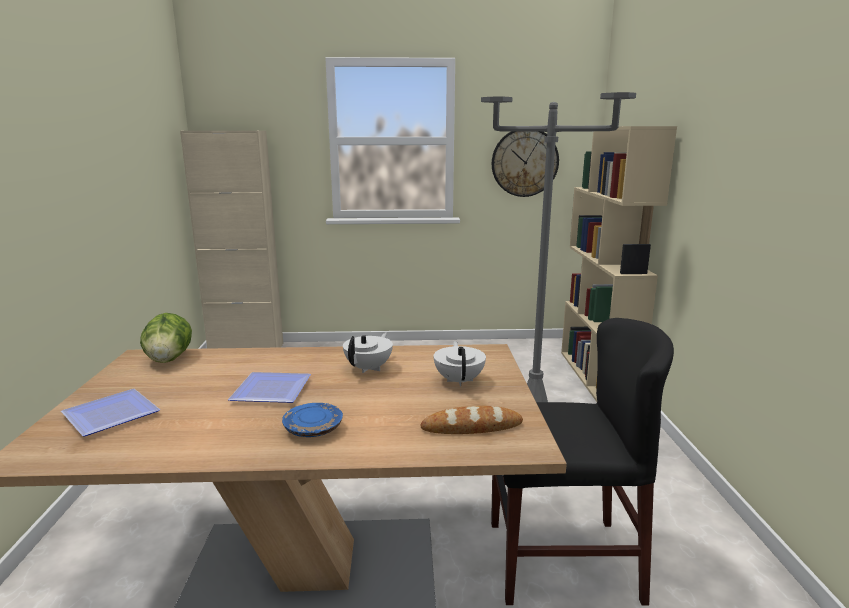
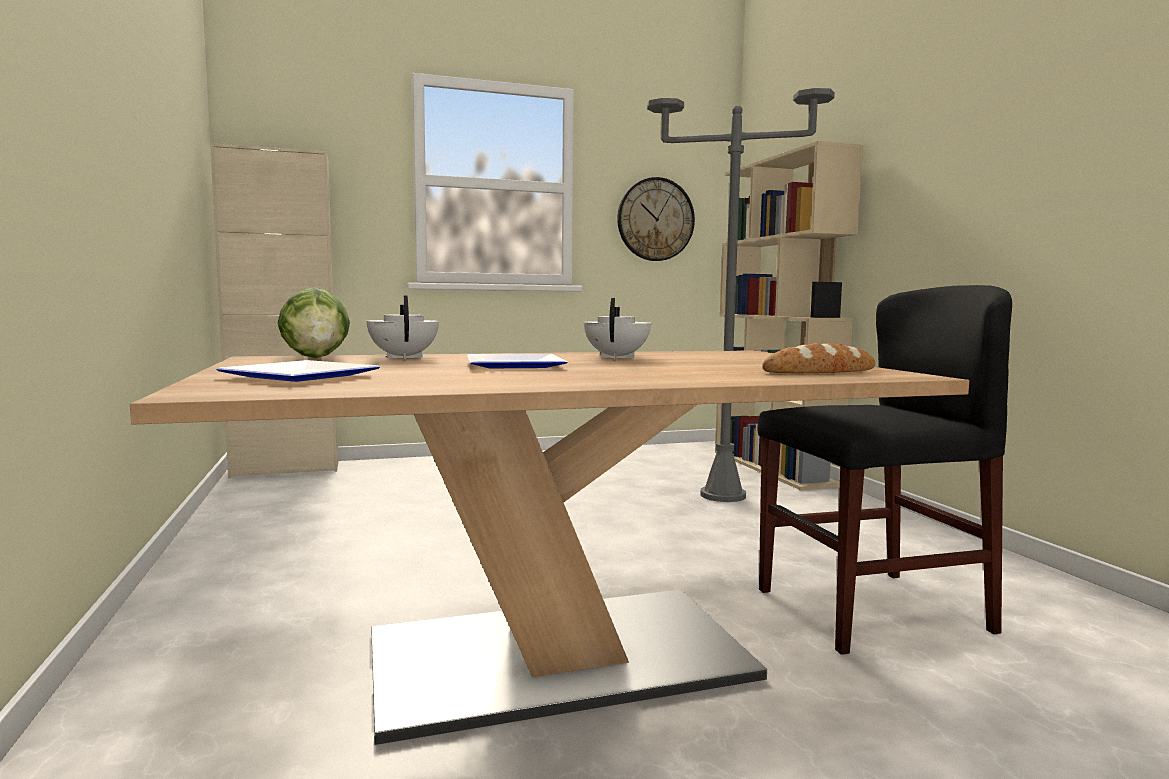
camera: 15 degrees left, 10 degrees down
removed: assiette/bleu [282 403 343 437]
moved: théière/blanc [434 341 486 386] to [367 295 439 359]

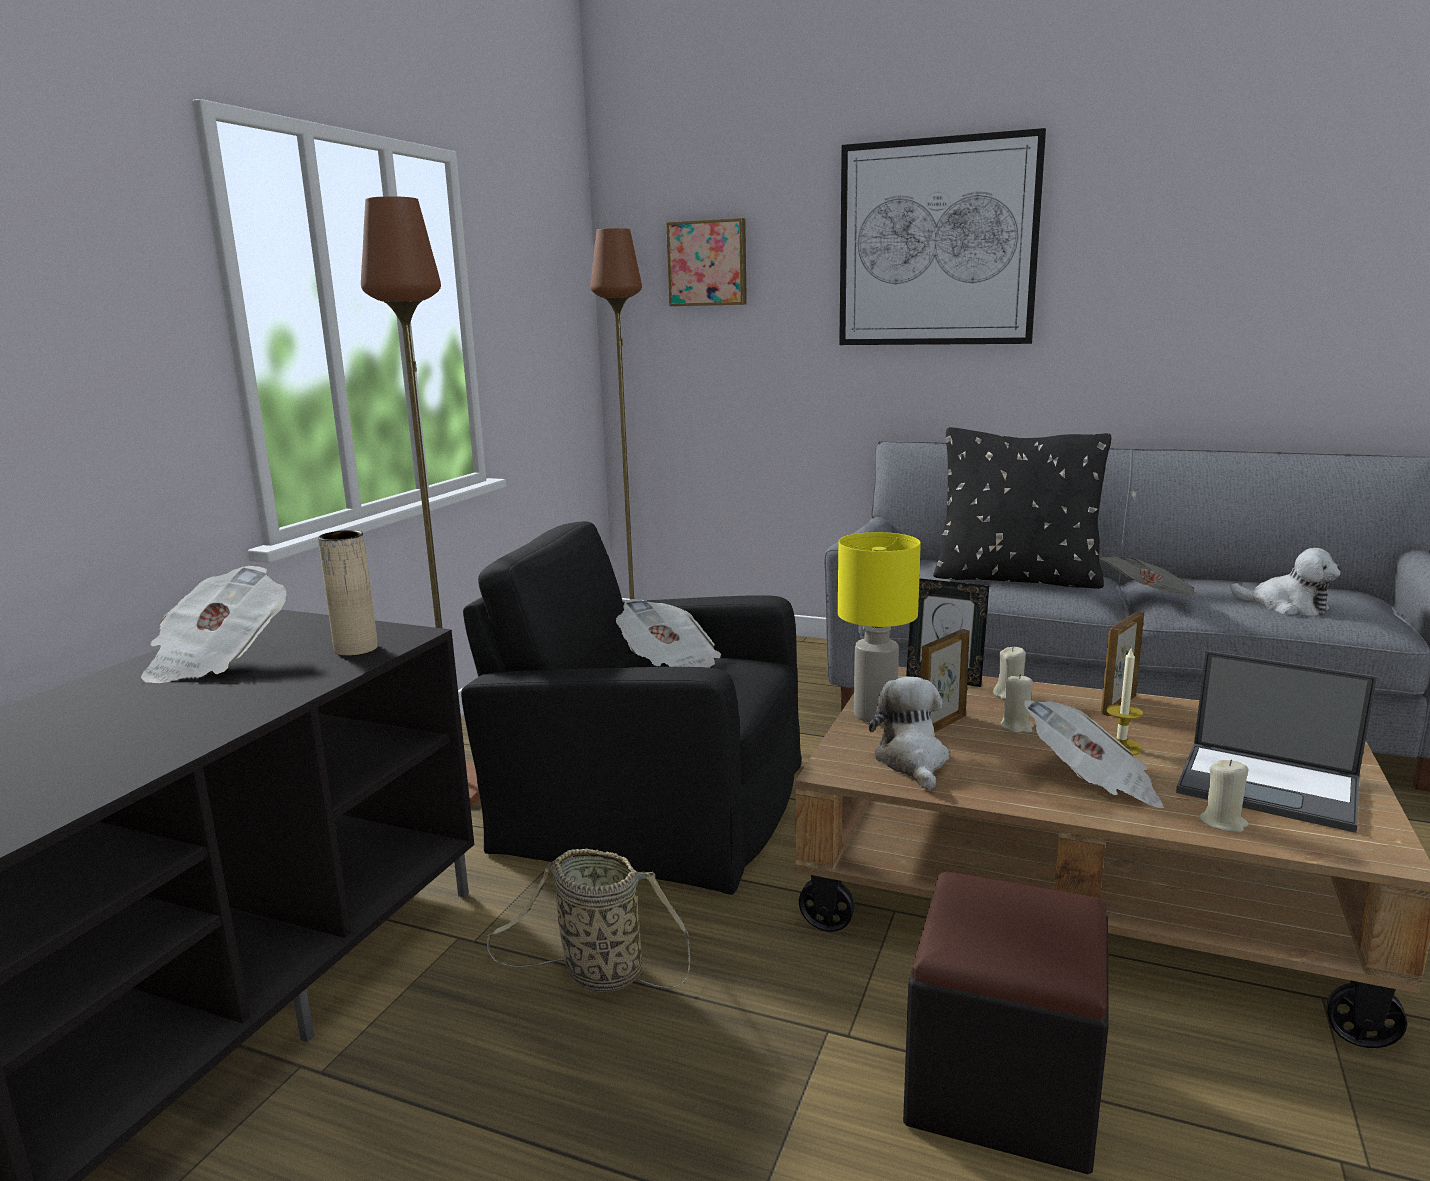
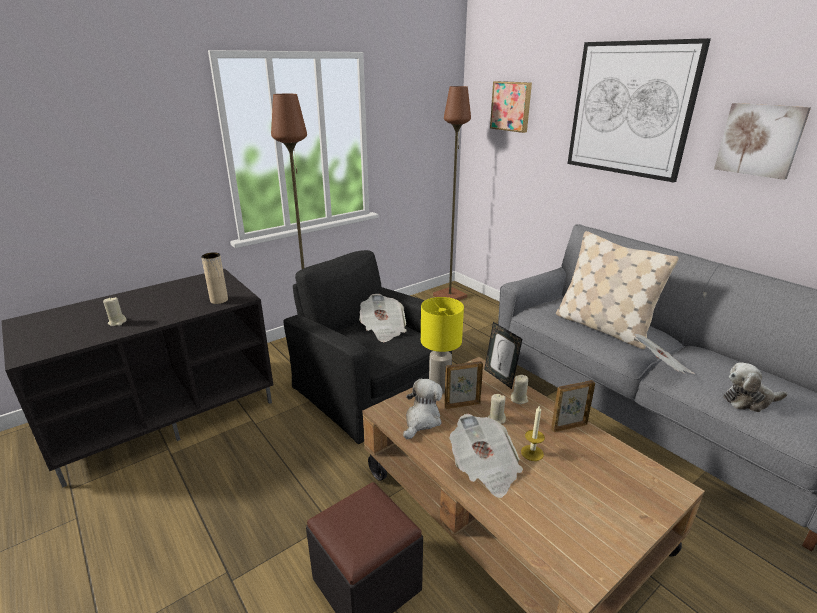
camera: 30 degrees right, 10 degrees up
removed: journal [141 566 286 683]; panier [487 848 690 992]; ordinateur portable [1176 651 1377 833]
added: tableau [714 103 811 180]
moved: bougie/beige [1199 760 1248 833] to [103 297 127 326]
recoloured: coussin/noir [933 427 1112 589] to coussin/beige [556 231 679 349]
turned: peluche [1230 548 1341 616] = [723 362 788 412] 105 degrees clockwise

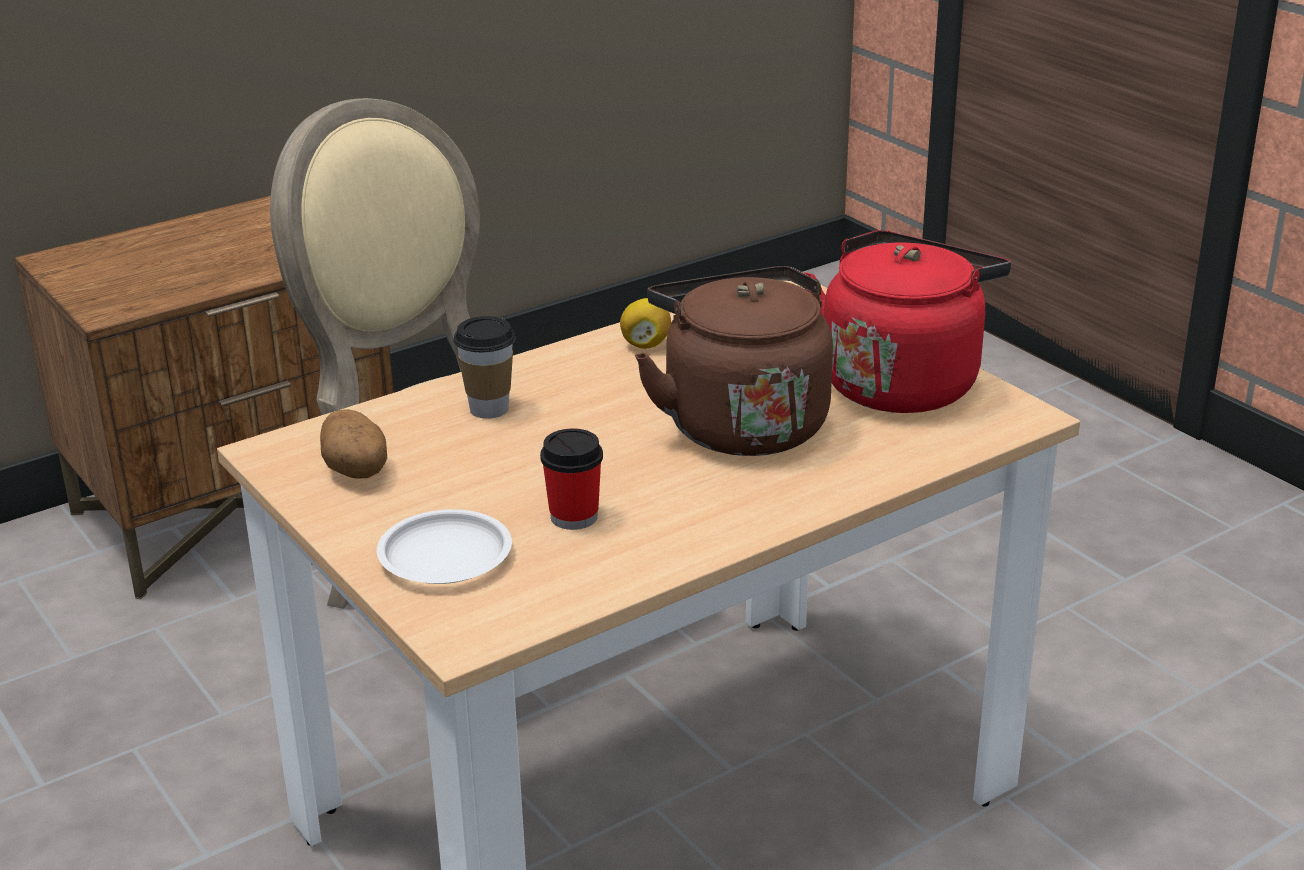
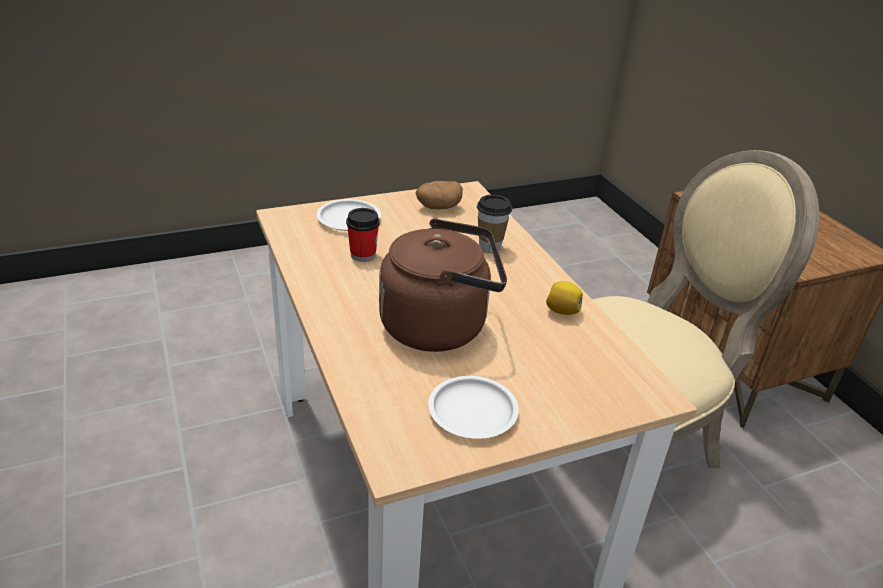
camera: 100 degrees right, 5 degrees up
replaced: bouilloire/rouge [805 230 1011 413] to assiette/blanc [428 376 519 439]

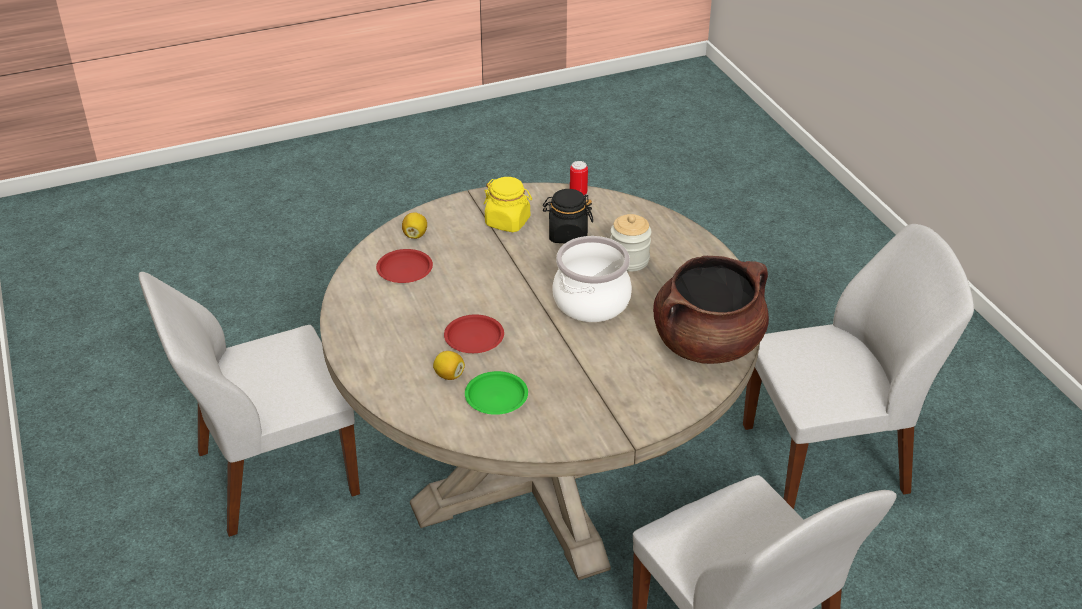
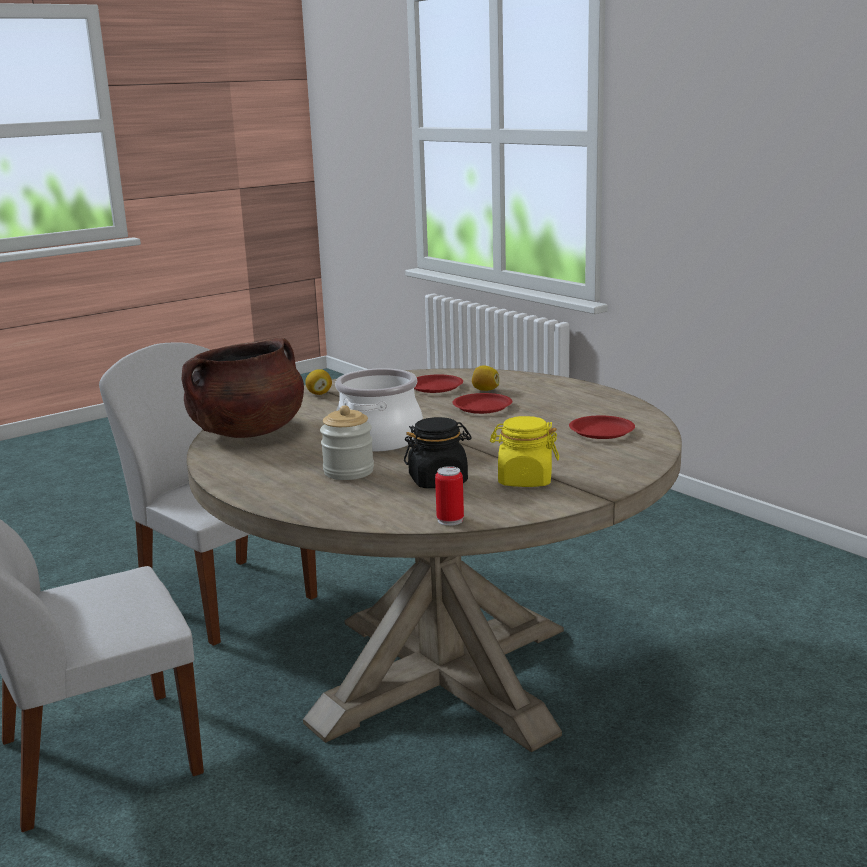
camera: 165 degrees right, 20 degrees down
removed: chaise/blanc [139 272 360 537]
moved: citron [402 212 427 239] to [305 369 332 395]
recoloured: assiette/vert [465 371 528 415] to assiette/rouge [414 374 463 393]

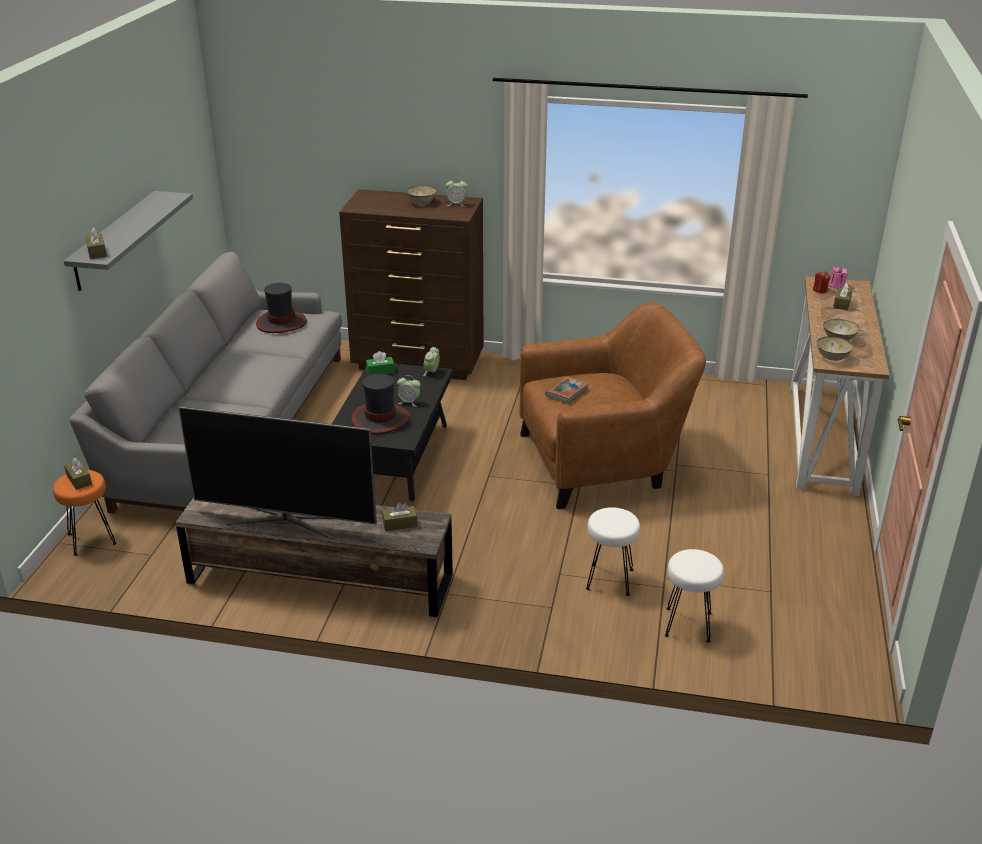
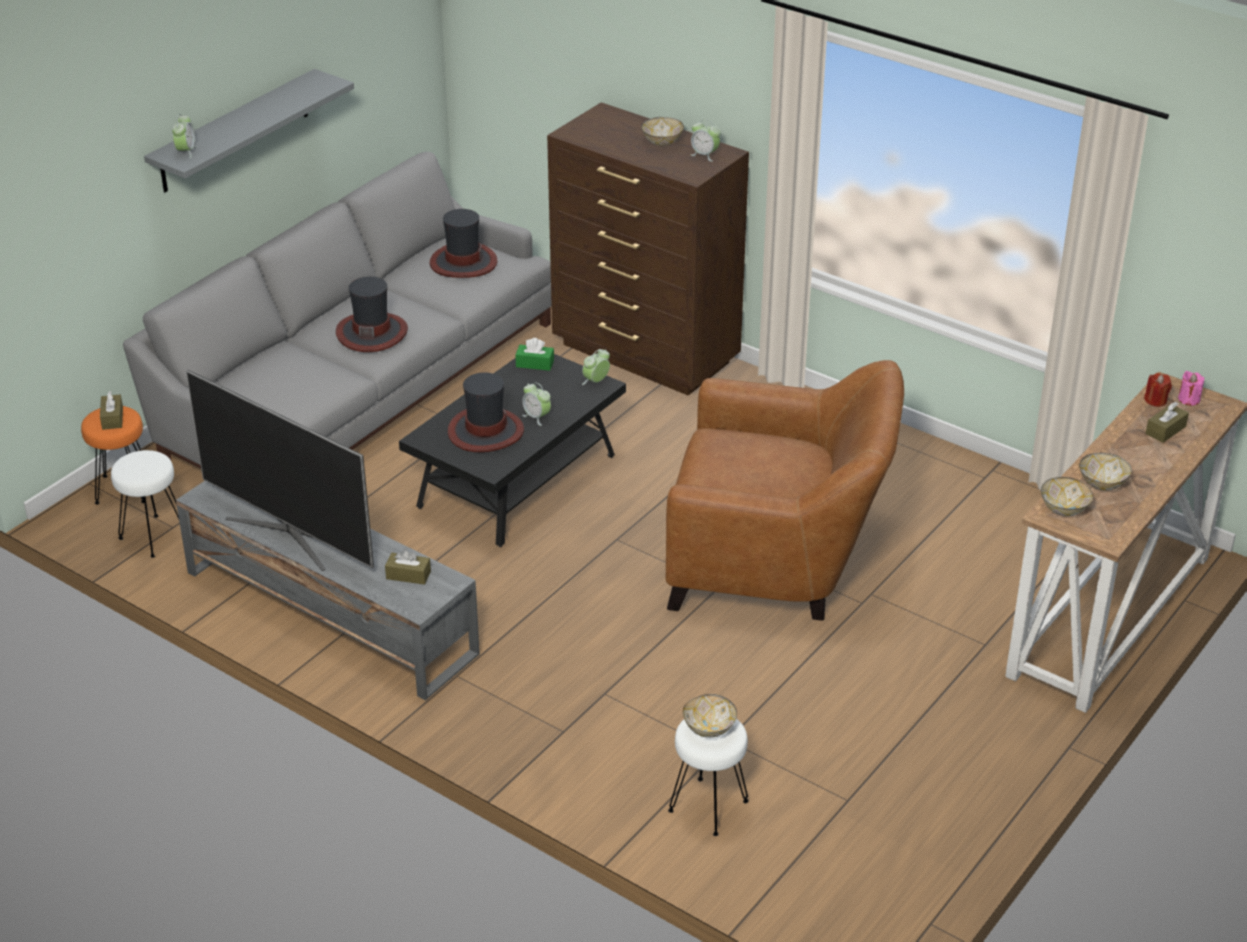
camera: 25 degrees right, 5 degrees up
removed: livre [545 377 588 404]
added: chapeau [336 277 408 352]; bol [683 694 737 738]
moved: tabouret/blanc [586 507 640 596] to [111 450 179 558]
replaced: boîte à mouchoirs/marron [85 228 107 259] to réveil [172 114 197 159]
recoloured: meuble télé/marron [175 497 453 617] to meuble télé/gris [176 481 480 700]

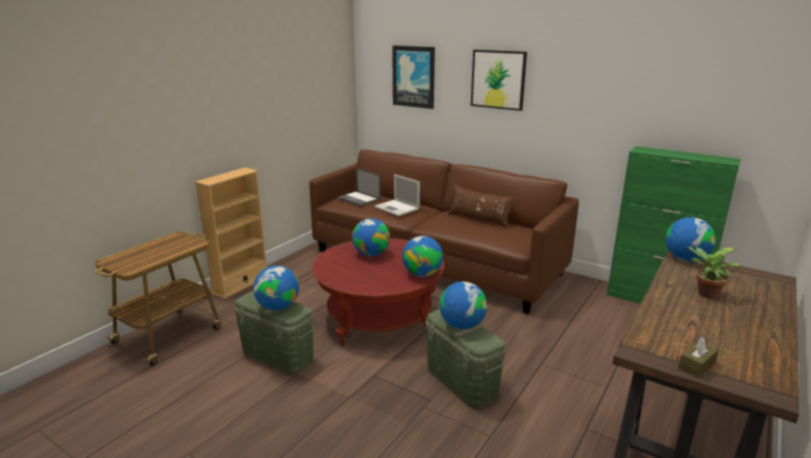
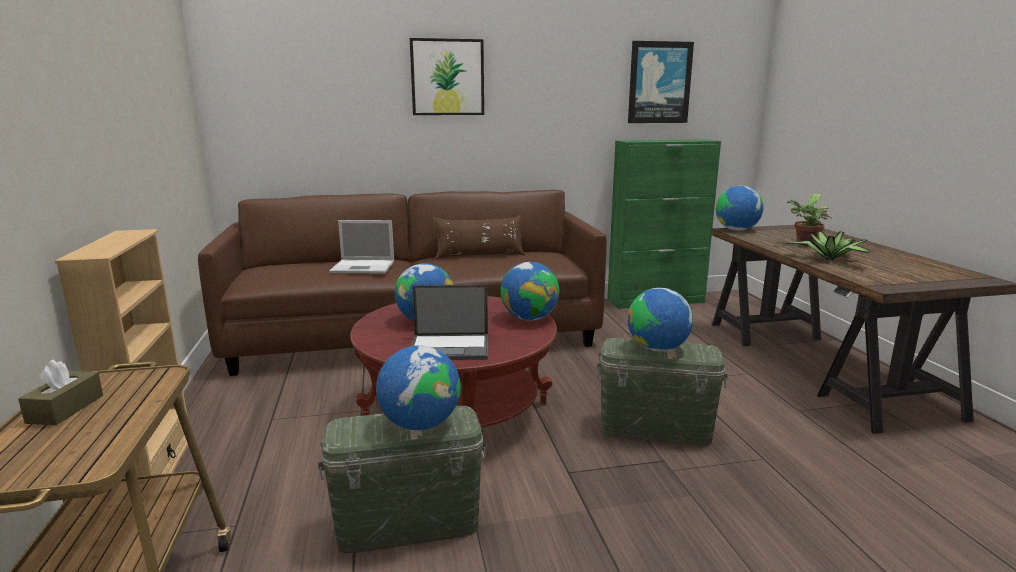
camera: 45 degrees left, 5 degrees down
added: plante en pot [786 231 872 260]
moved: boîte à mouchoirs/marron [678 337 719 378] to [18 360 103 425]; ordinateur portable [337 168 381 207] to [411 285 488 360]; tableau [392 45 435 109] to [628 41 694 123]

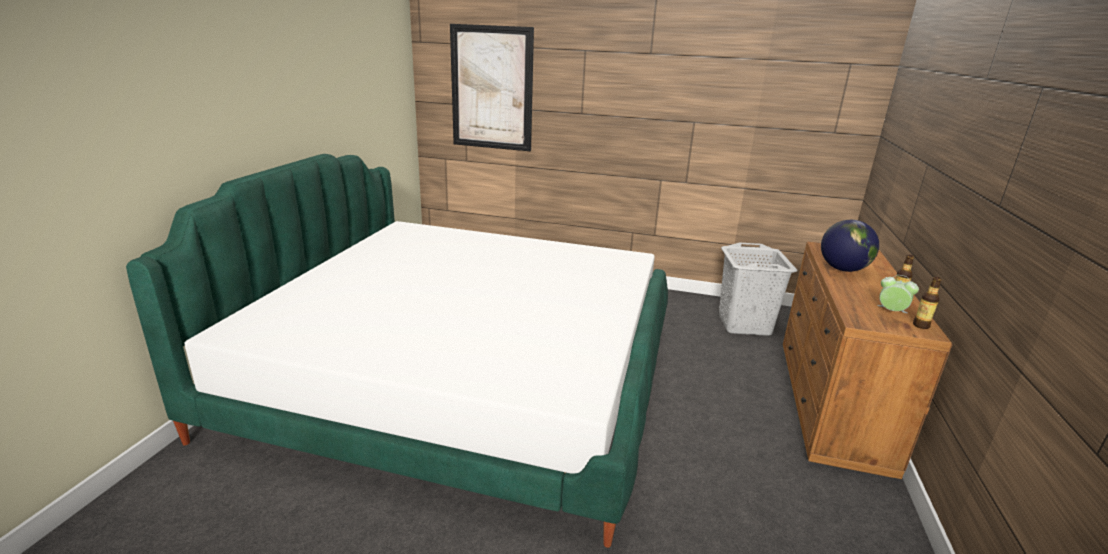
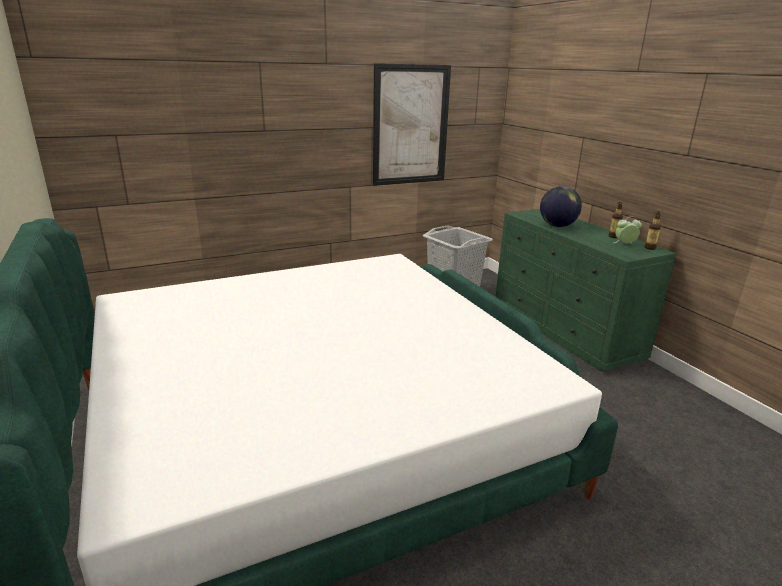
camera: 40 degrees left, 0 degrees up
moved: tableau [450 24 534 151] to [373 63 451 186]
recoloured: commode/marron [783 241 953 479] to commode/vert [495 209 676 372]

